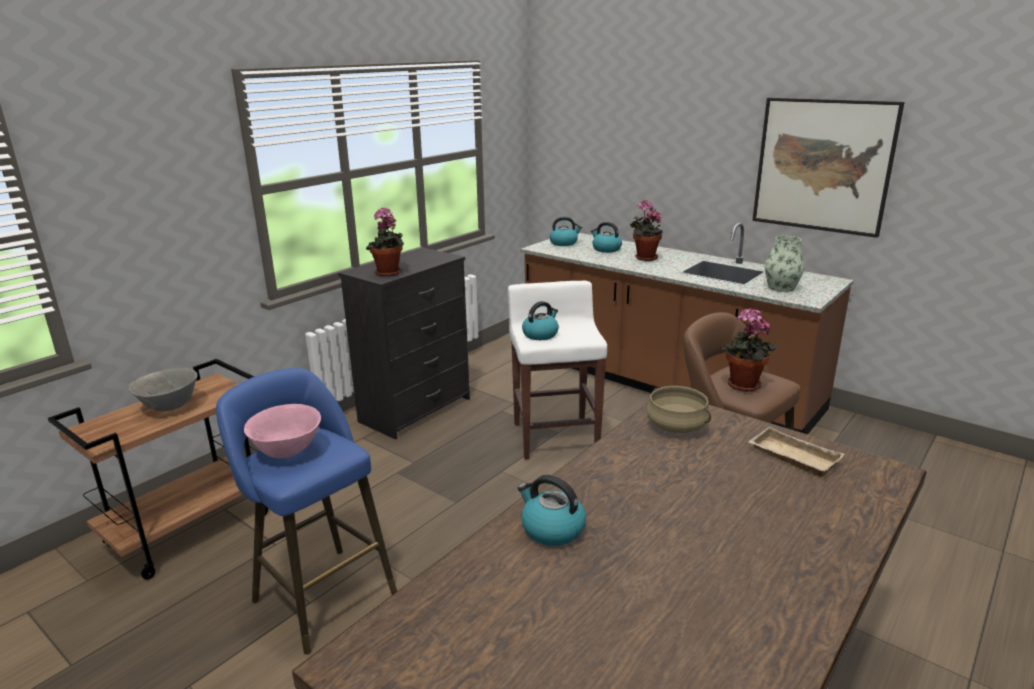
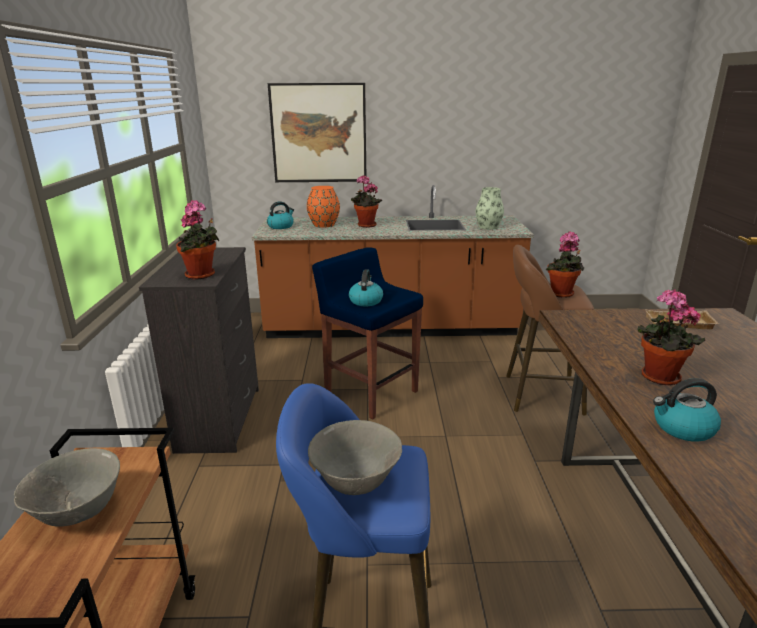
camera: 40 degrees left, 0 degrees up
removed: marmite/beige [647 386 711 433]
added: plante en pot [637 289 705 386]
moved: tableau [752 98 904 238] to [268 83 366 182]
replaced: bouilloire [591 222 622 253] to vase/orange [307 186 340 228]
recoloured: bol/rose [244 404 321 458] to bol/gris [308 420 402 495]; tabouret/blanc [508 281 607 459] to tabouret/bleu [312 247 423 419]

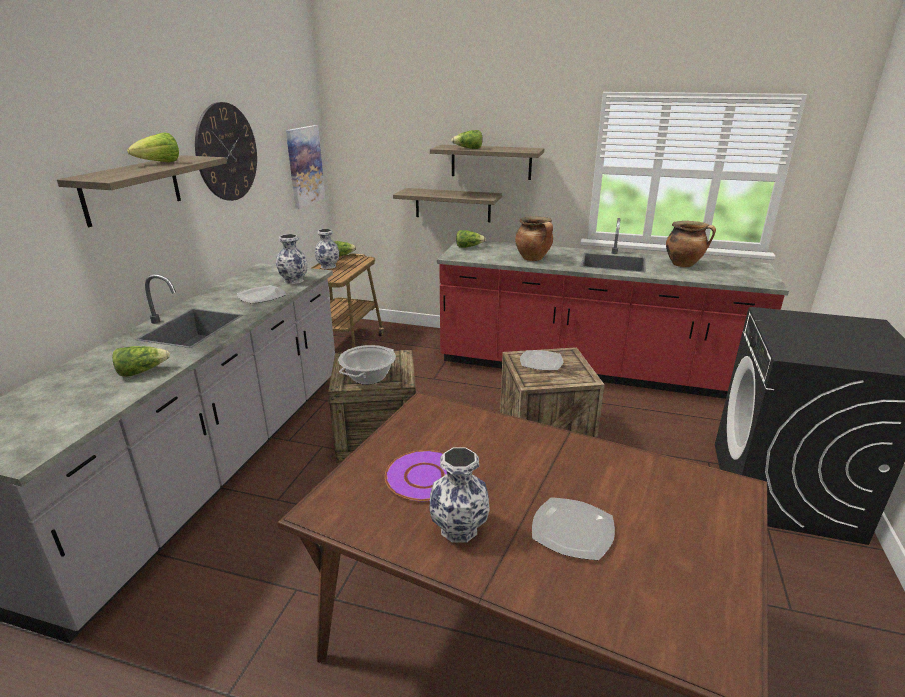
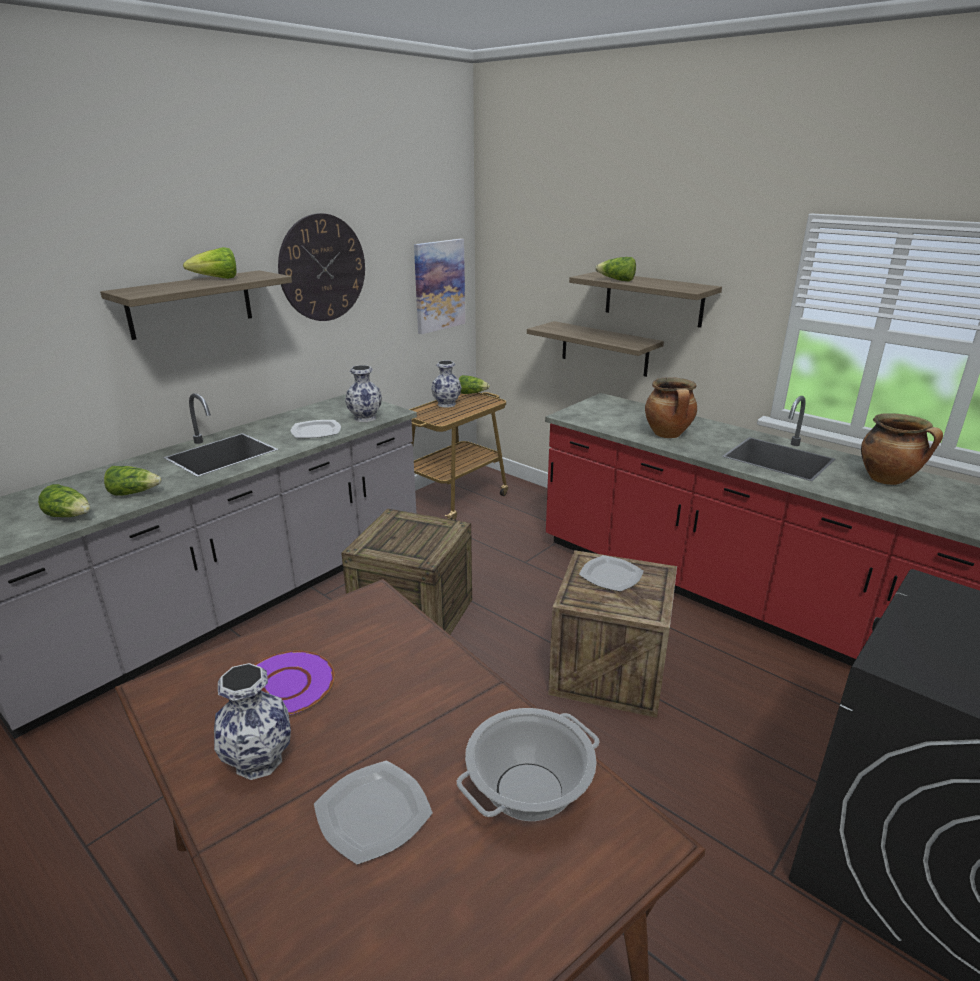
camera: 25 degrees right, 0 degrees up
moved: laitue [456 230 486 248] to [38 484 90 517]; marmite [338 345 396 385] to [457 708 600 821]

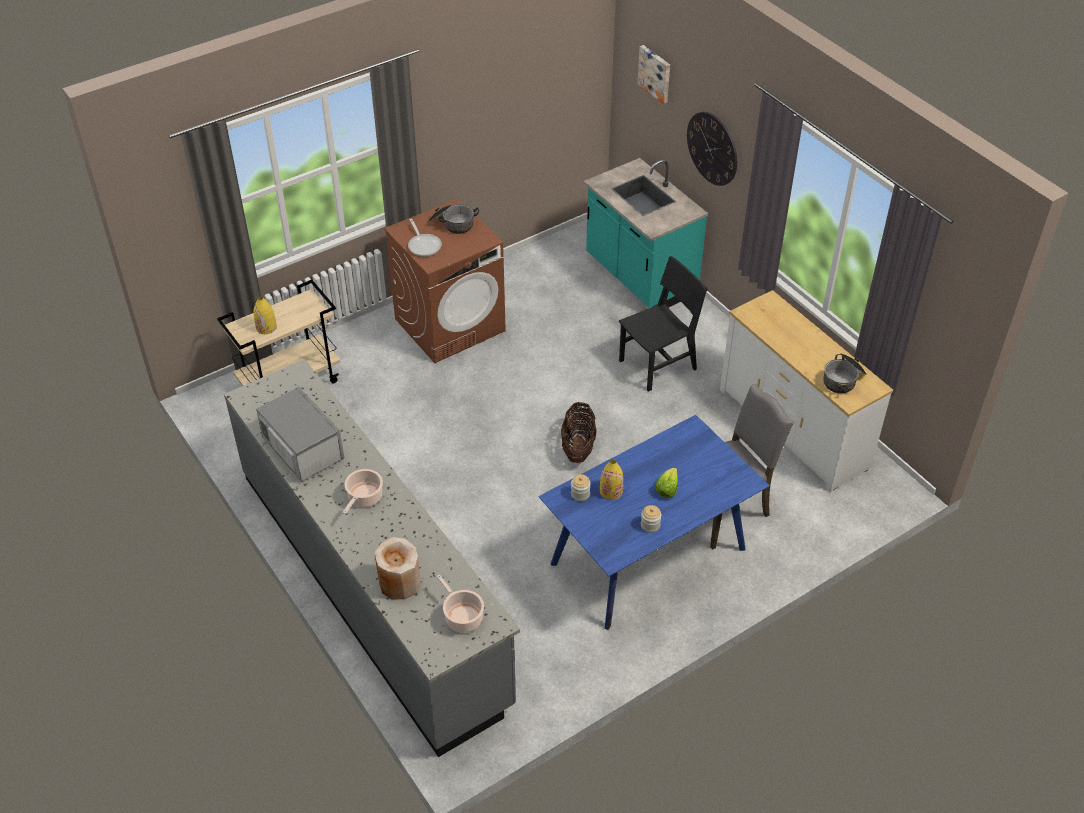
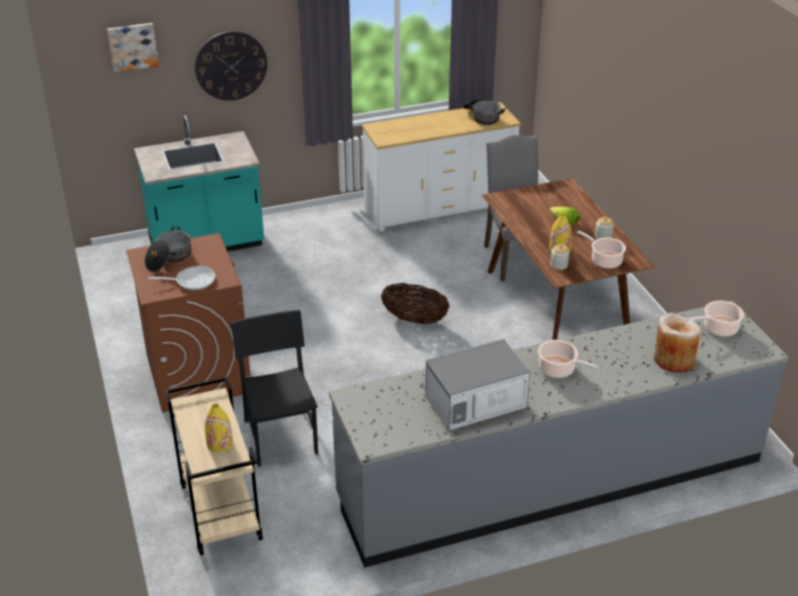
camera: 75 degrees left, 10 degrees down
added: marmite [577 231 626 269]
moved: chaise/noir [619 256 707 392] to [231 309 318 467]
recoloured: table à manger/bleu [539 415 770 630] to table à manger/marron [482 178 655 340]

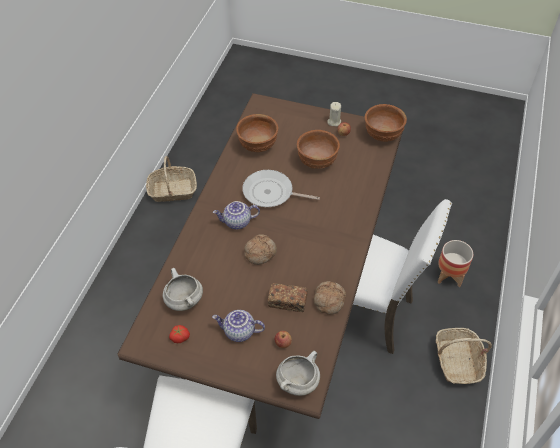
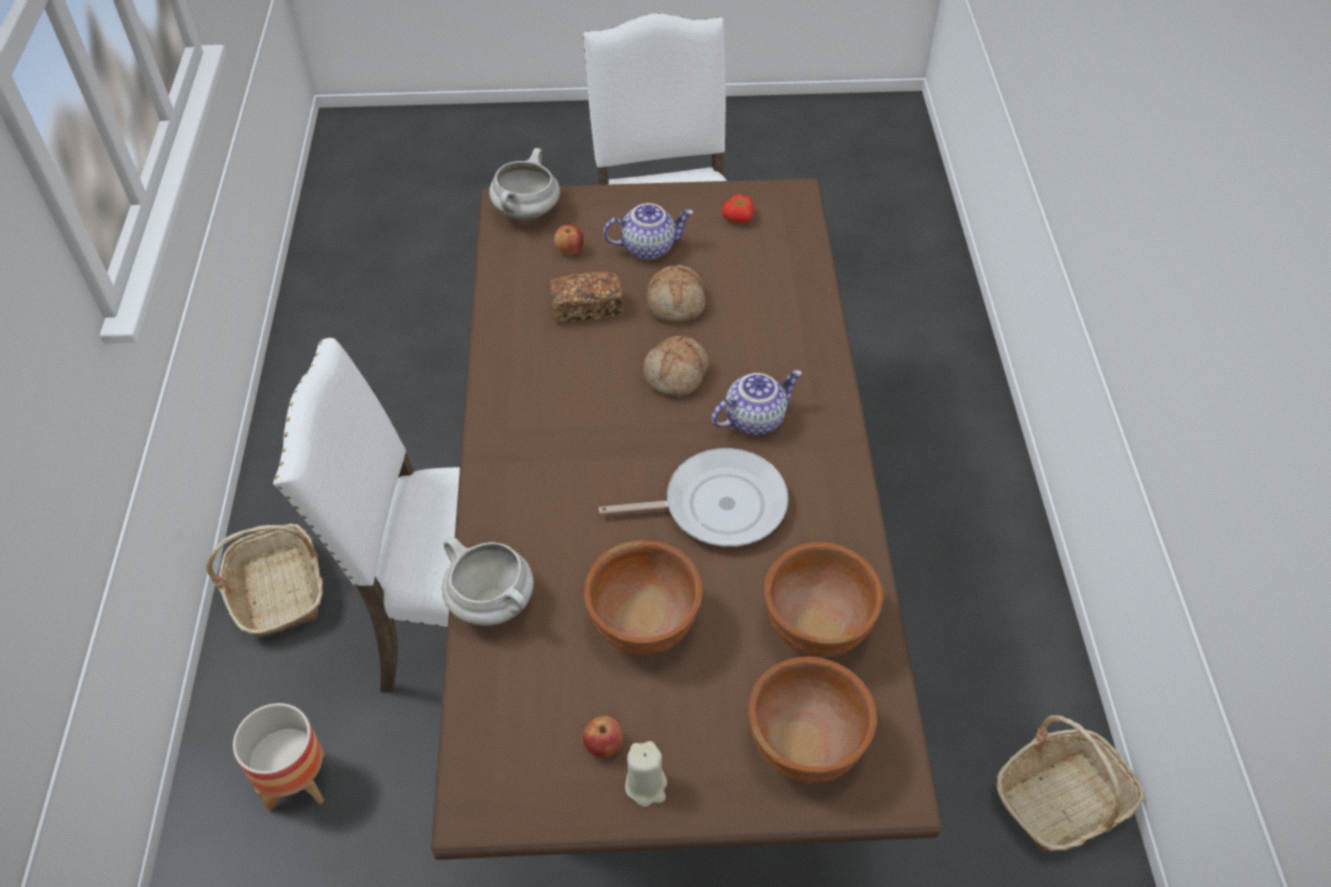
camera: 160 degrees right, 0 degrees up
moved: marmite/blanc [163 268 203 311] to [442 537 534 626]; pain [314 281 346 315] to [647 265 706 323]; bol/marron [365 104 407 142] to [749 656 877 783]

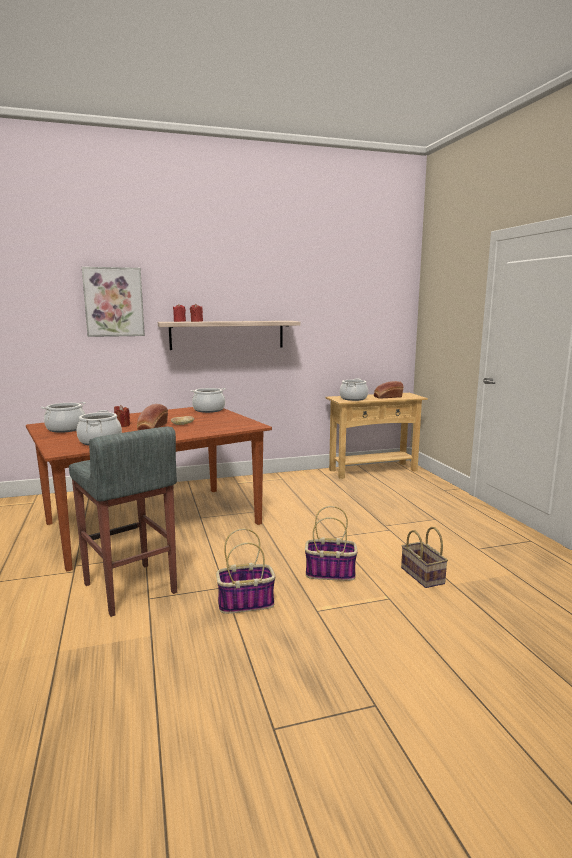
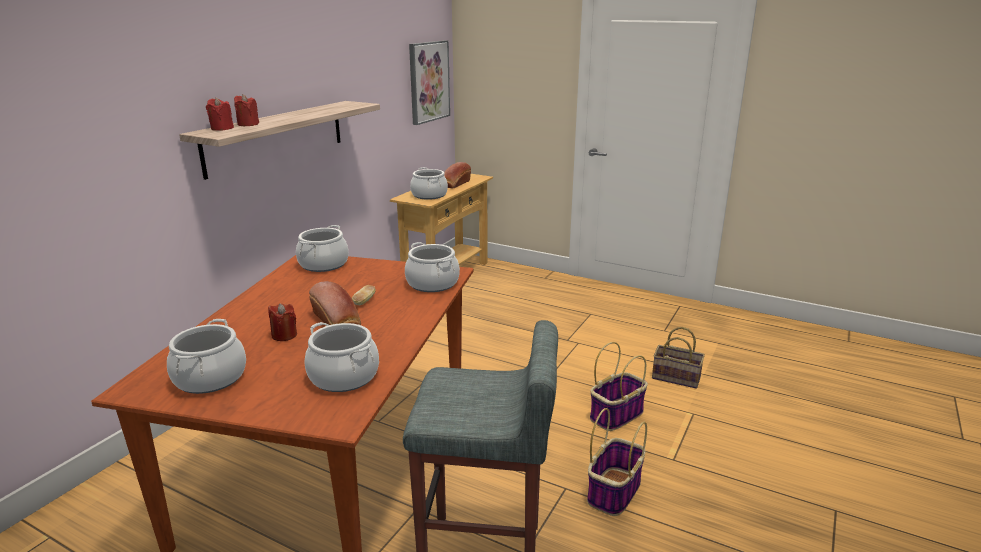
camera: 45 degrees left, 10 degrees up
added: marmite [405 242 460 292]
moved: tableau [82 267 145 337] to [409 40 450 125]

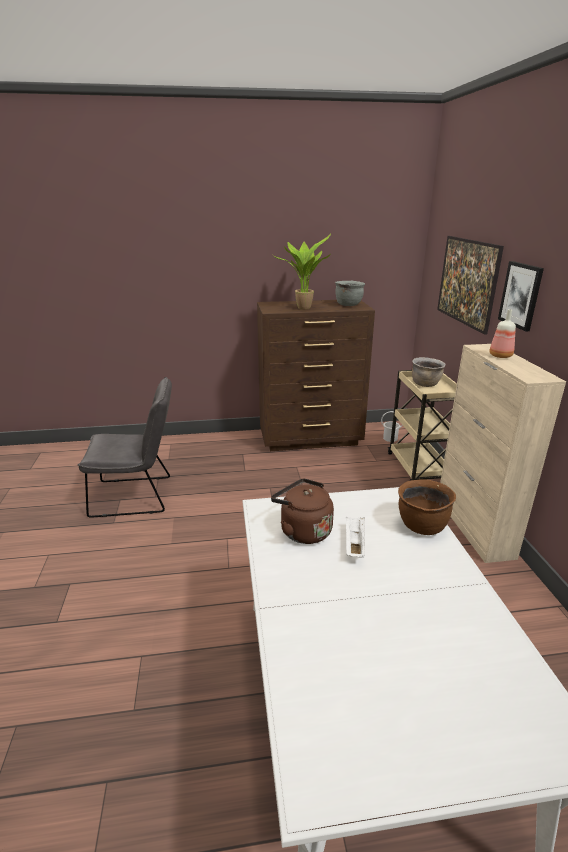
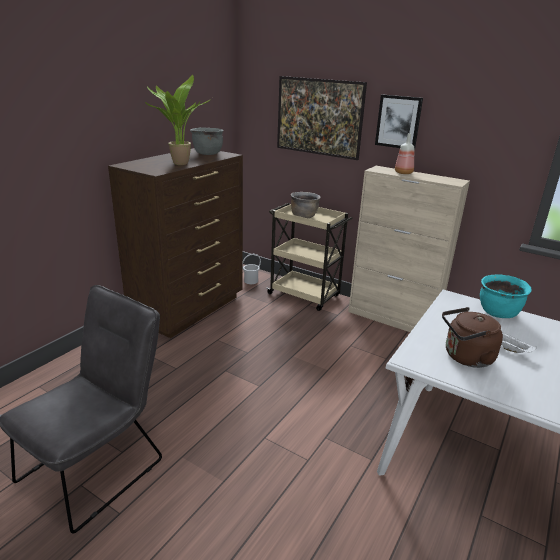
camera: 50 degrees left, 0 degrees up
recoloured: marmite/marron [398 479 456 535] to marmite/turquoise [480 274 532 318]

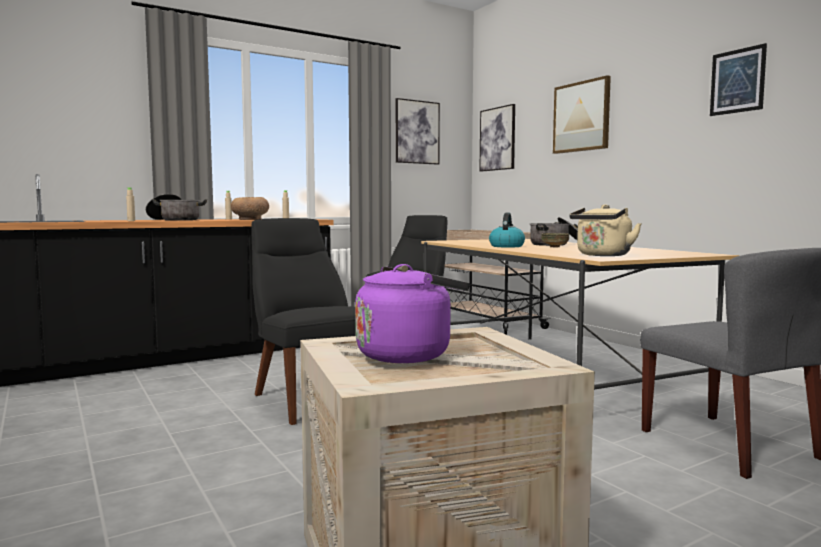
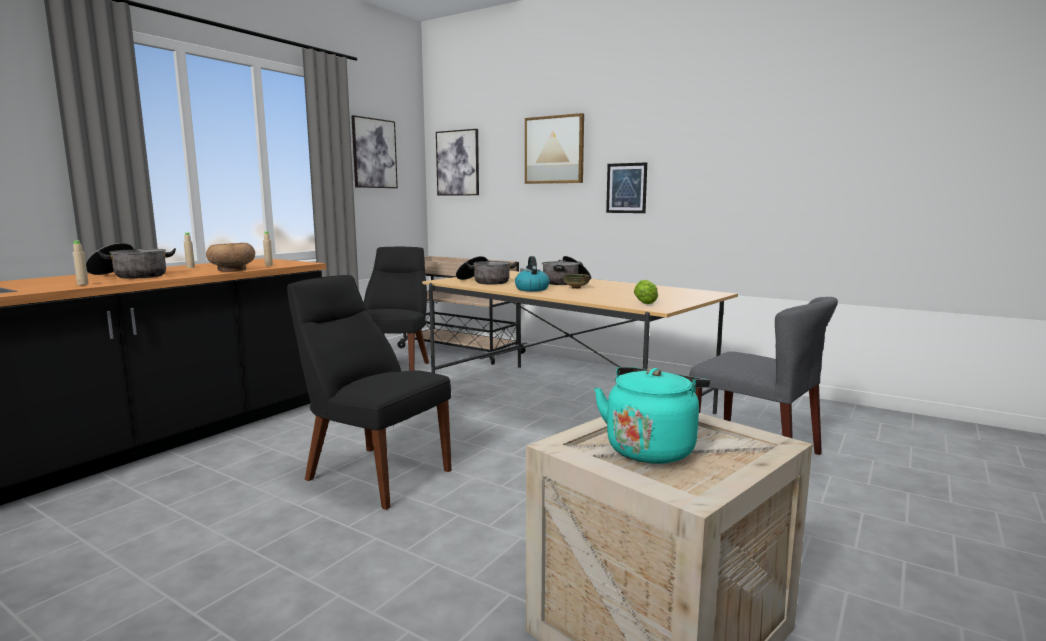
camera: 25 degrees left, 5 degrees up
added: marmite [456 256 517 285]
moved: tableau [710 43 767 116] to [606 162 647 213]
replaced: bouilloire/beige [569 204 642 256] to laitue [634 280 658 304]
recoloured: bouilloire/violet [355 264 470 363] to bouilloire/turquoise [594 367 710 464]

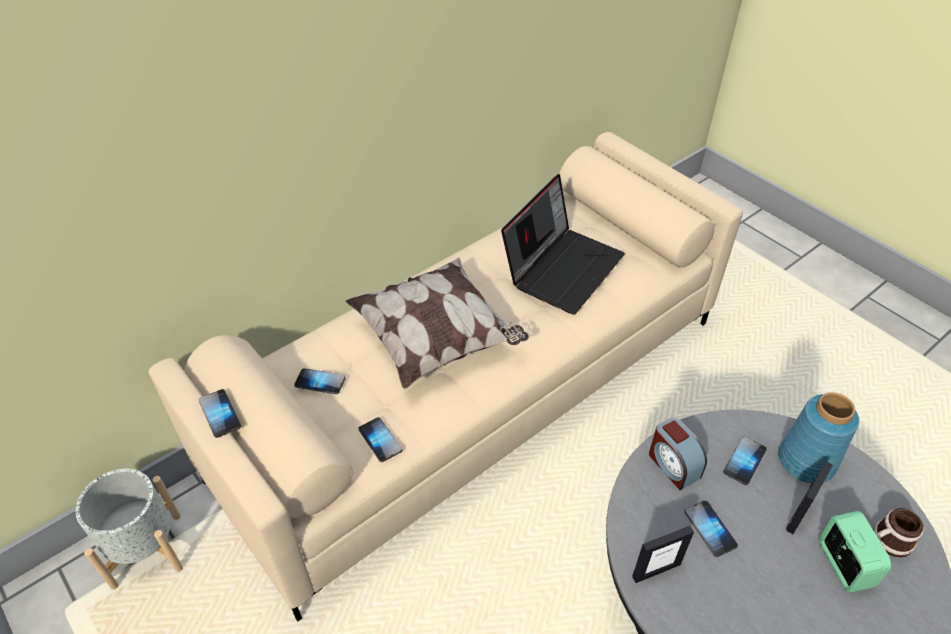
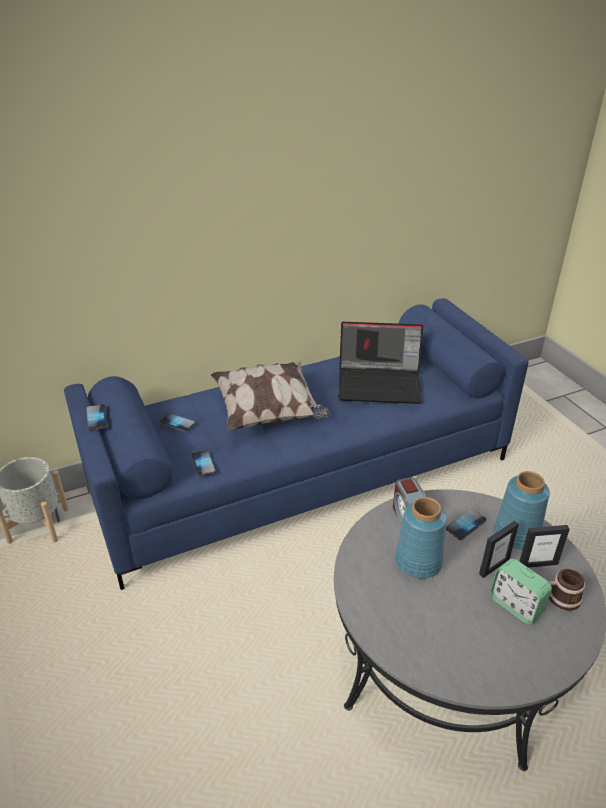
camera: 15 degrees right, 10 degrees down
moved: cadre photo [632 526 694 583] to [519 525 570 568]
replaced: téléphone [684 501 738 557] to vase/bleu [395 497 447 579]
recoloured: canapé/beige [149 132 743 621] to canapé/bleu [64 298 528 590]
turned: ordinateur portable [501 174 625 315] = [338 322 423 404] 45 degrees clockwise; réveil [819 511 891 593] = [490 559 552 624] 135 degrees clockwise

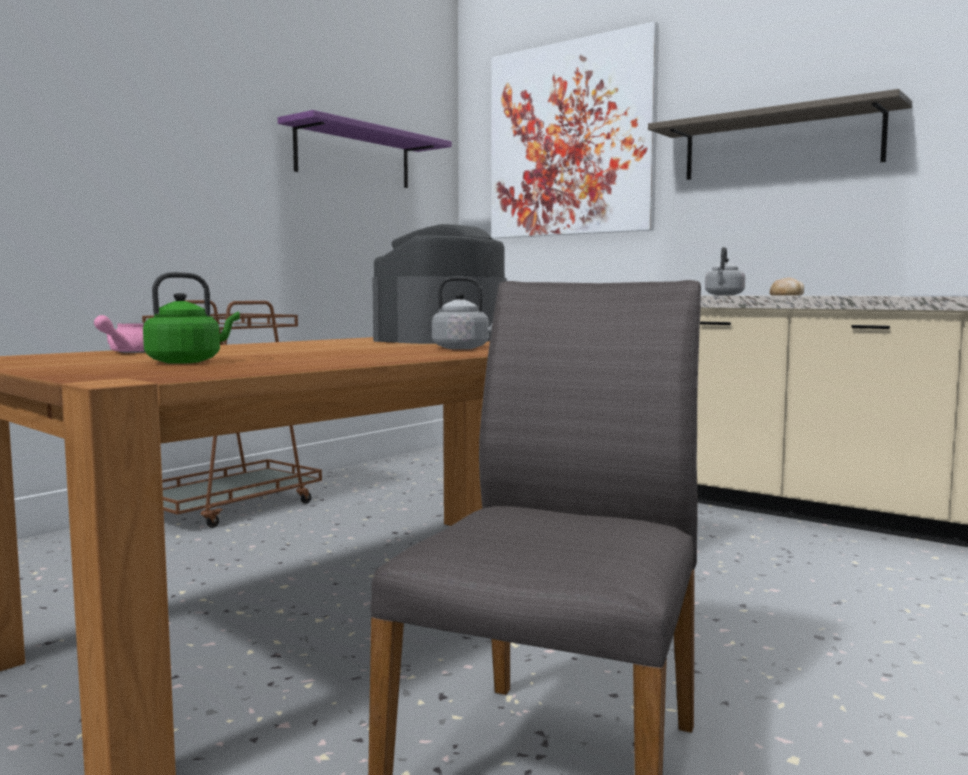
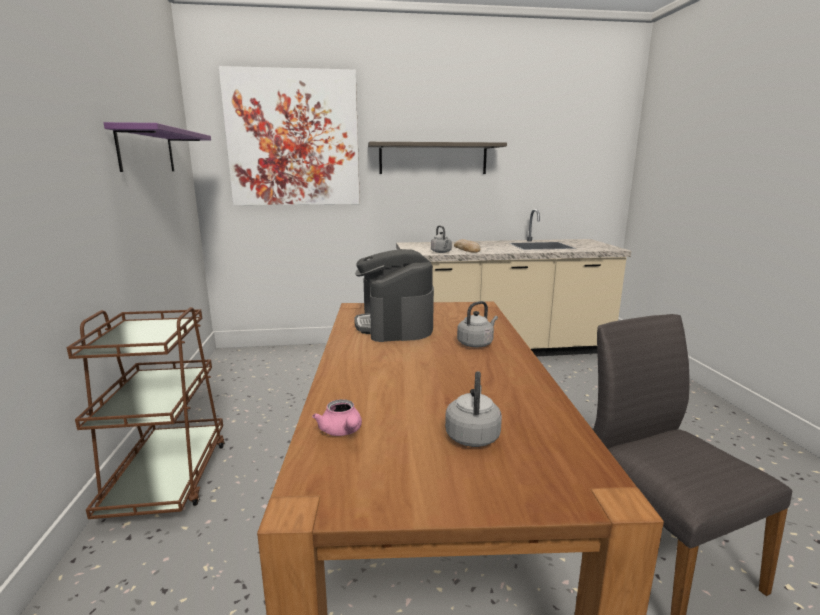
camera: 45 degrees left, 10 degrees up
recoloured: bouilloire/vert [143 272 240 364] to bouilloire/gris [445 371 502 447]

